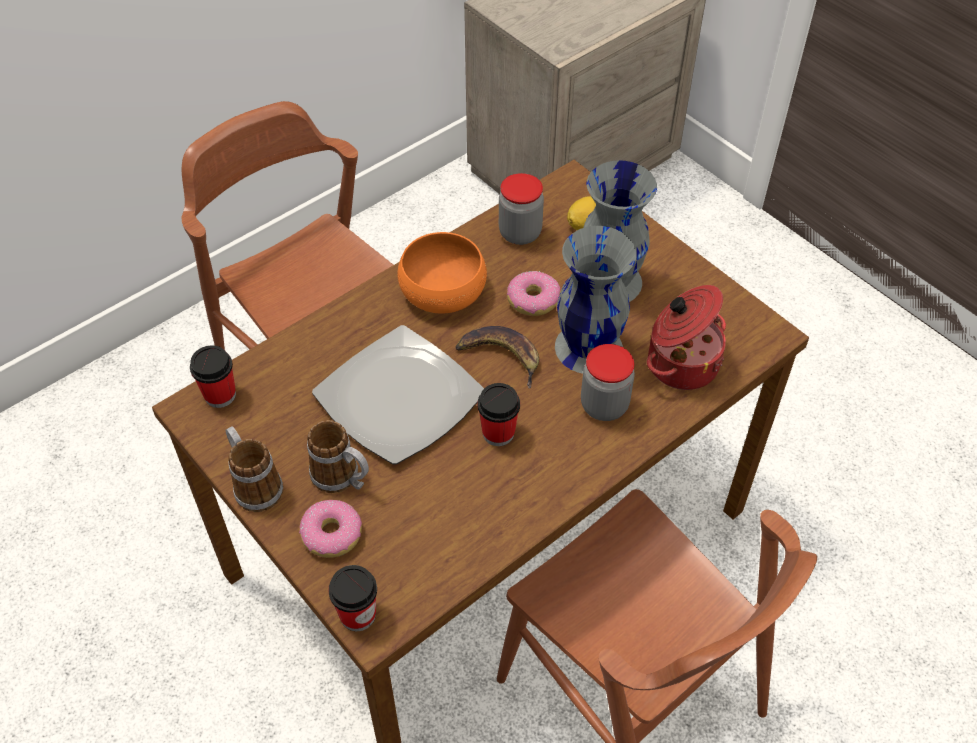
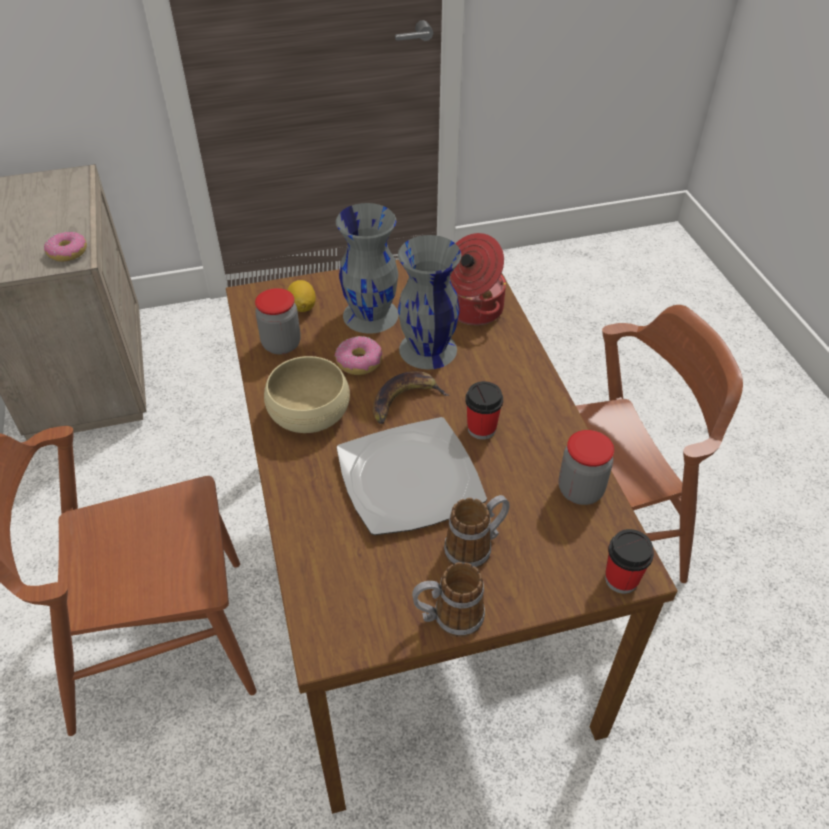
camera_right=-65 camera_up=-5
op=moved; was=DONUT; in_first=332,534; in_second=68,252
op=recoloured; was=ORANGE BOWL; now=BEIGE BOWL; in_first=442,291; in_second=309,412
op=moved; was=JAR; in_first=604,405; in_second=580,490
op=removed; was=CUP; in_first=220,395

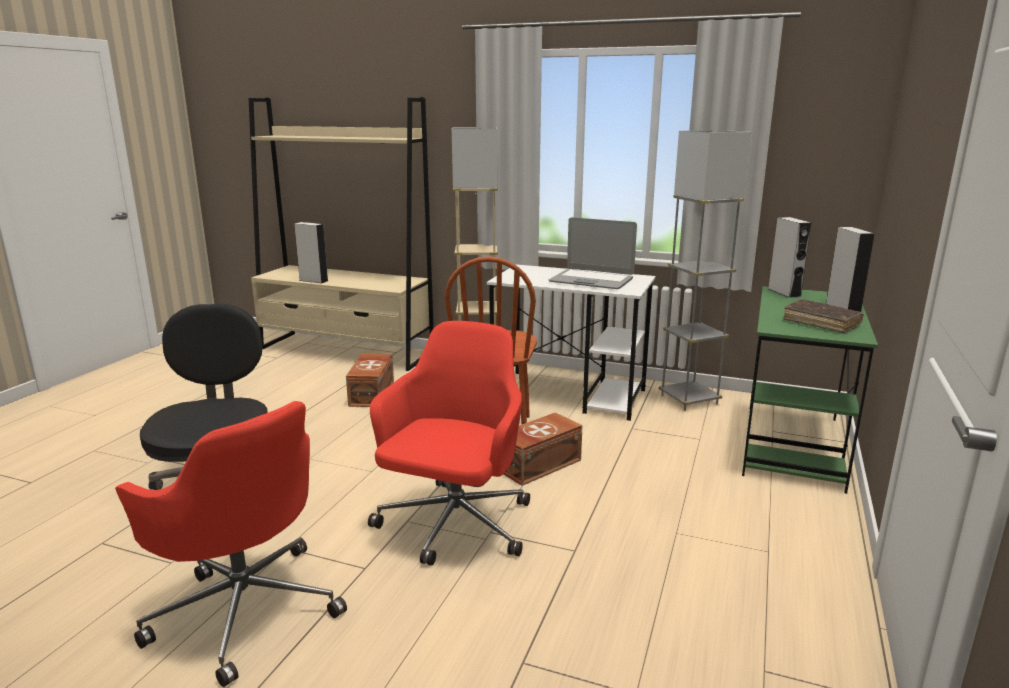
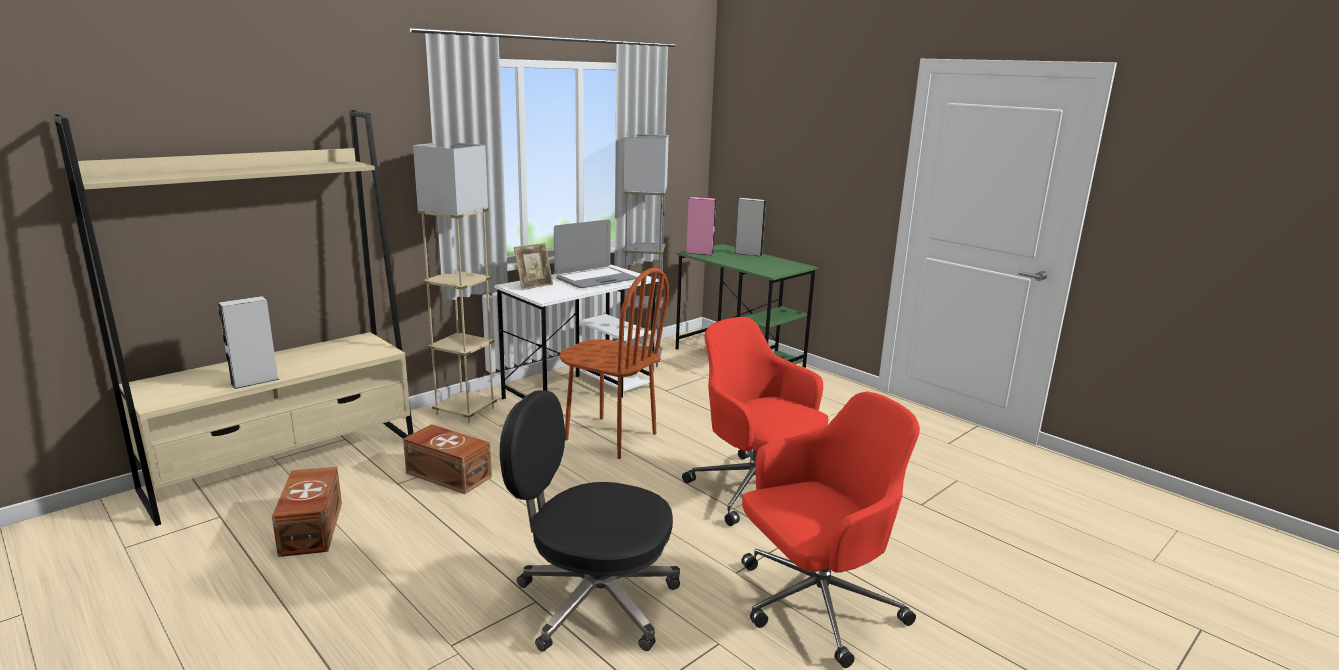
camera_right=-65 camera_up=0
op=moved; was=BROWN STORAGE BOX; in_first=537,465; in_second=310,529
op=added; now=PICTURE FRAME; in_second=534,286
op=recoloured; was=GREY SPEAKER; now=PINK SPEAKER; in_first=784,292; in_second=699,253
op=removed; was=BROWN BOOK; in_first=821,323

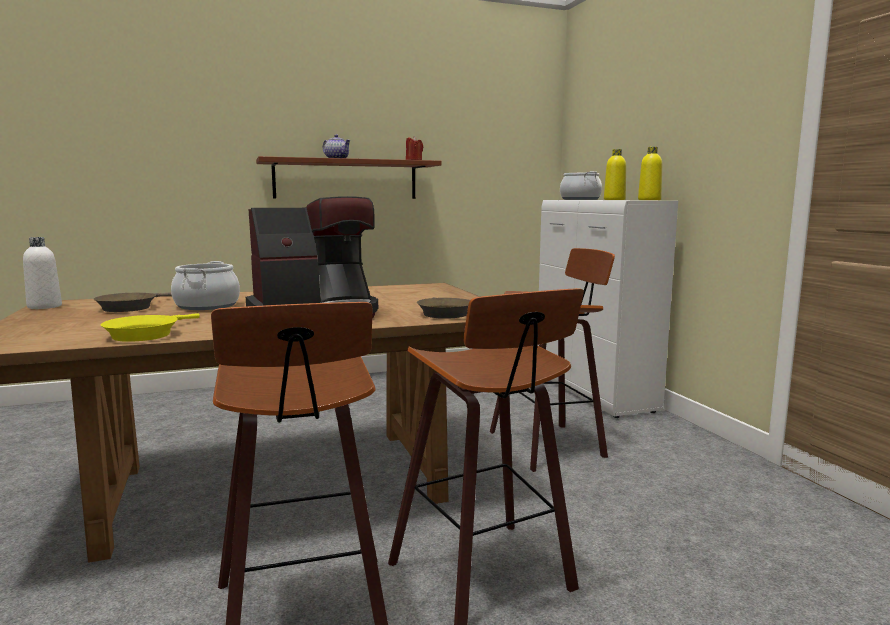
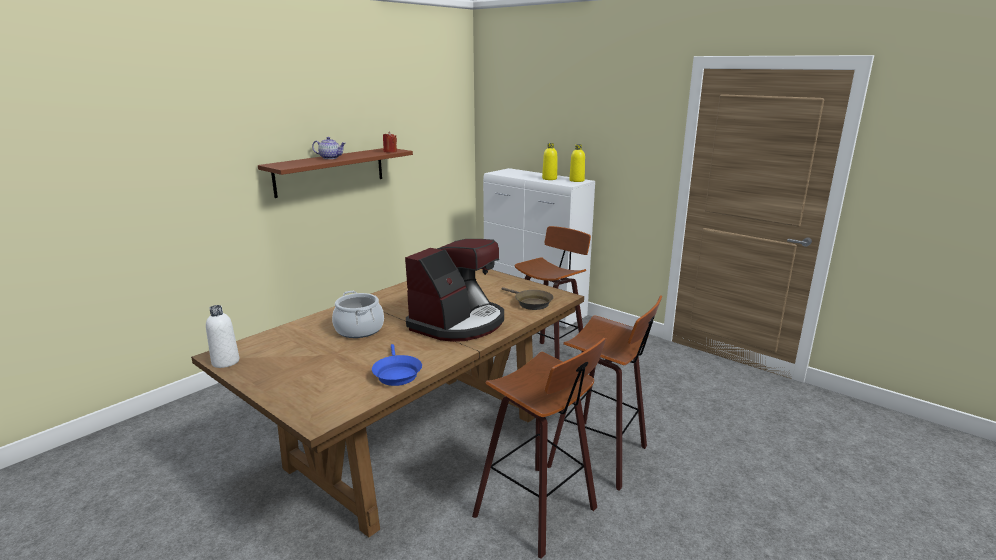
camera_right=-30 camera_up=10
op=recoloured; was=YELLOW FRYING PAN; now=BLUE FRYING PAN; in_first=146,334; in_second=396,373
op=removed; was=BROWN FRYING PAN; in_first=130,307
op=removed; was=COOKING POT; in_first=580,199

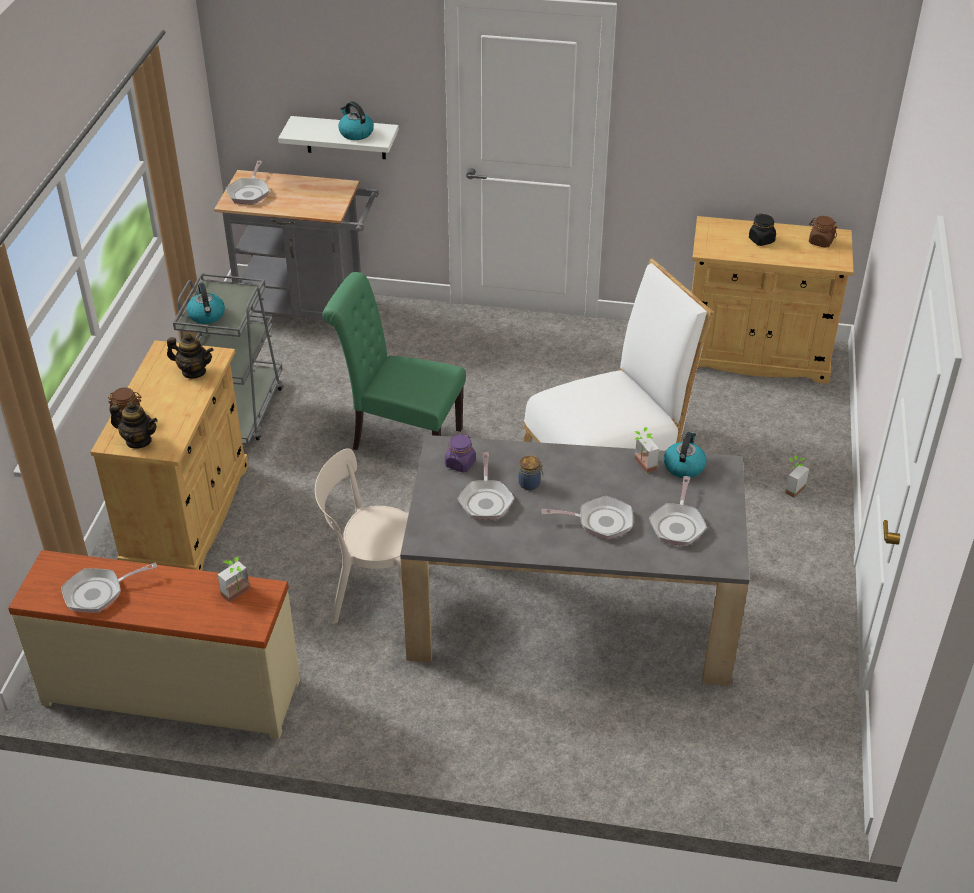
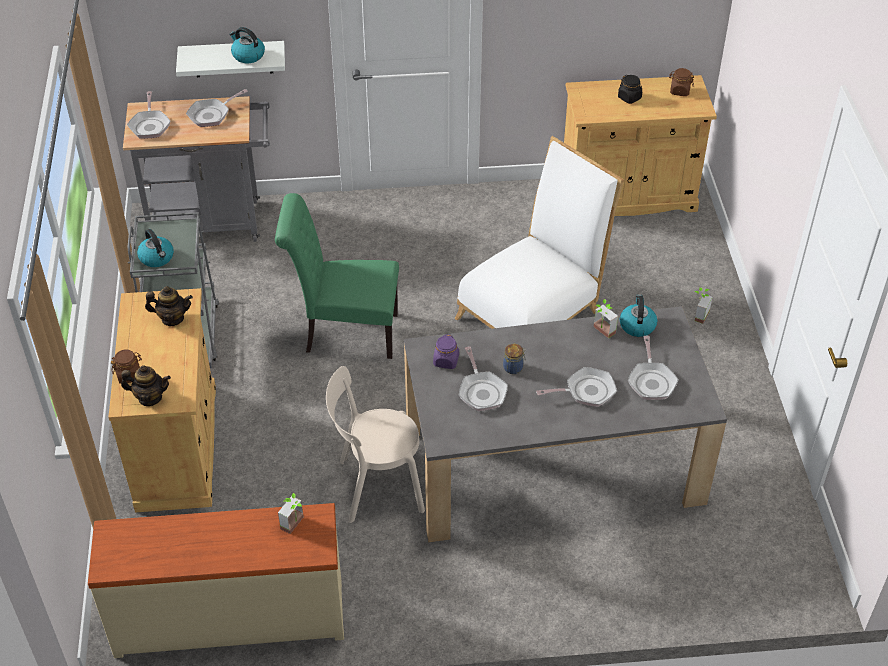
camera_right=-15 camera_up=5
op=moved; was=FRYING PAN; in_first=98,593; in_second=211,114

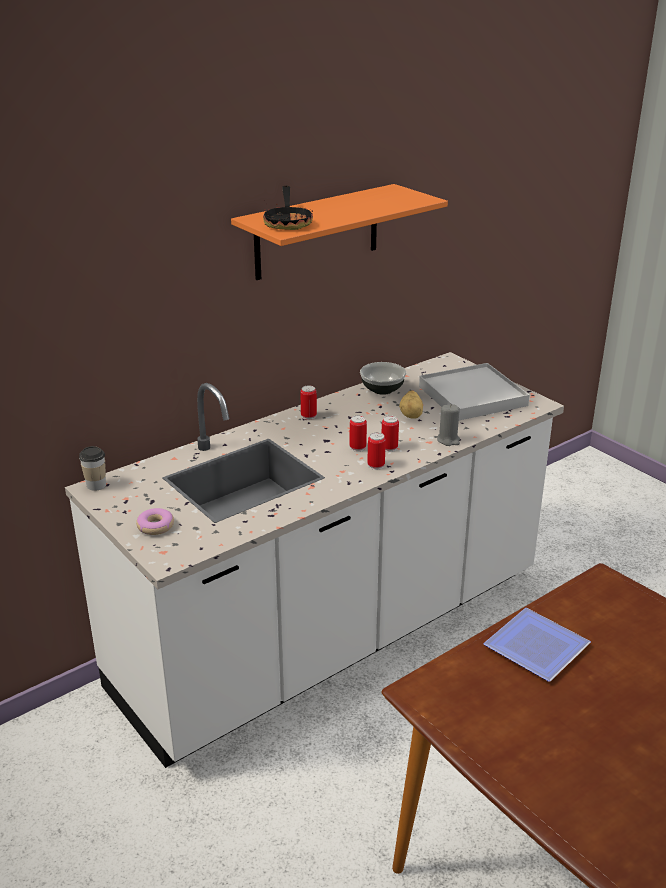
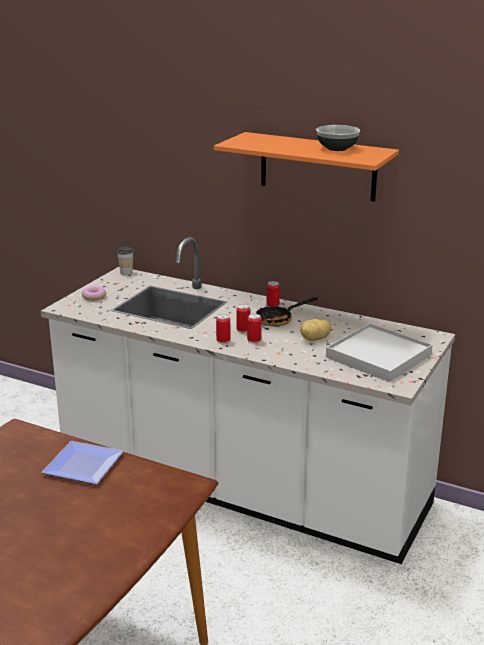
camera_right=65 camera_up=-5
op=moved; was=FRYING PAN; in_first=288,222; in_second=279,319
op=moved; was=BOWL; in_first=381,389; in_second=336,148
op=removed; was=GREY CANDLE; in_first=448,440

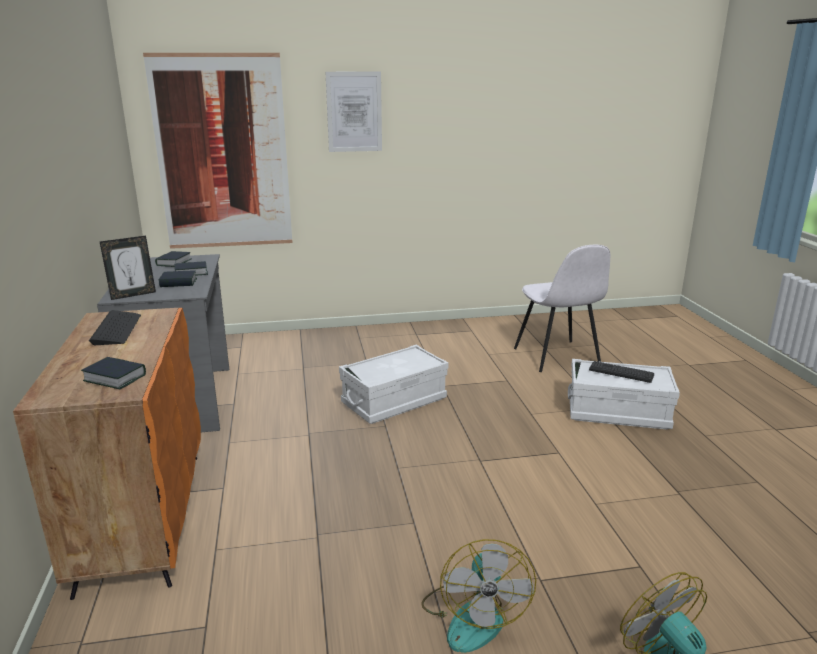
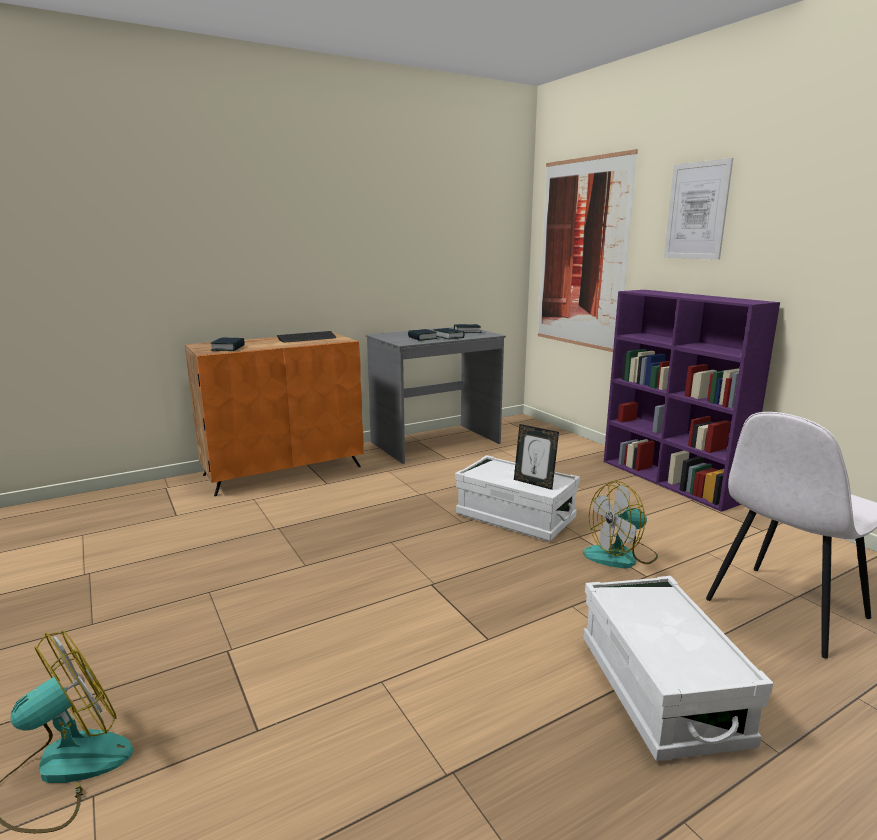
camera_right=70 camera_up=-5
op=moved; was=PICTURE FRAME; in_first=133,295; in_second=534,483
op=moved; was=FAN; in_first=473,615; in_second=621,556
op=added; now=PURPLE BOOKCASE; in_second=670,481
op=removed; was=KEYBOARD; in_first=621,372

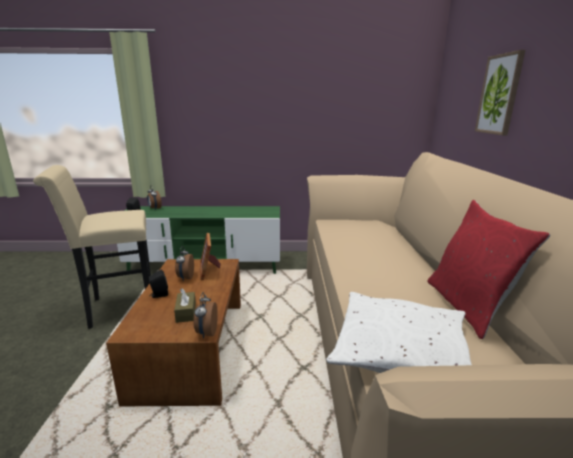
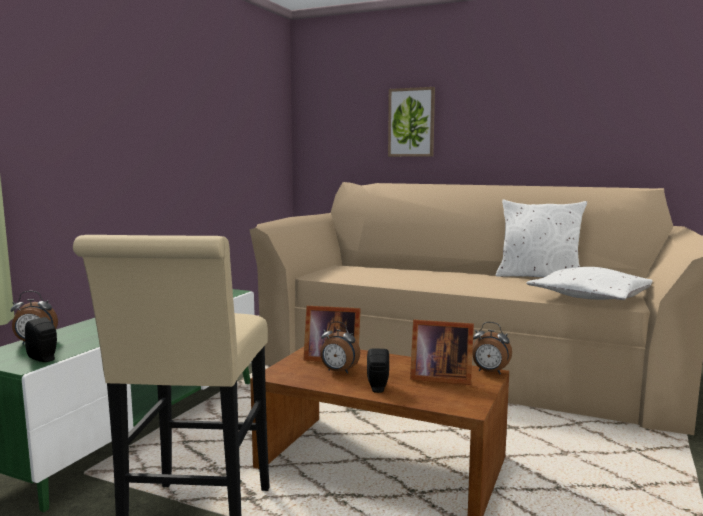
camera_right=-65 camera_up=-10
op=replaced; was=BROWN TISSUE BOX; now=PICTURE FRAME; in_first=186,312; in_second=438,377
op=recoloured; was=RED PILLOW; now=WHITE PILLOW; in_first=467,306; in_second=538,277

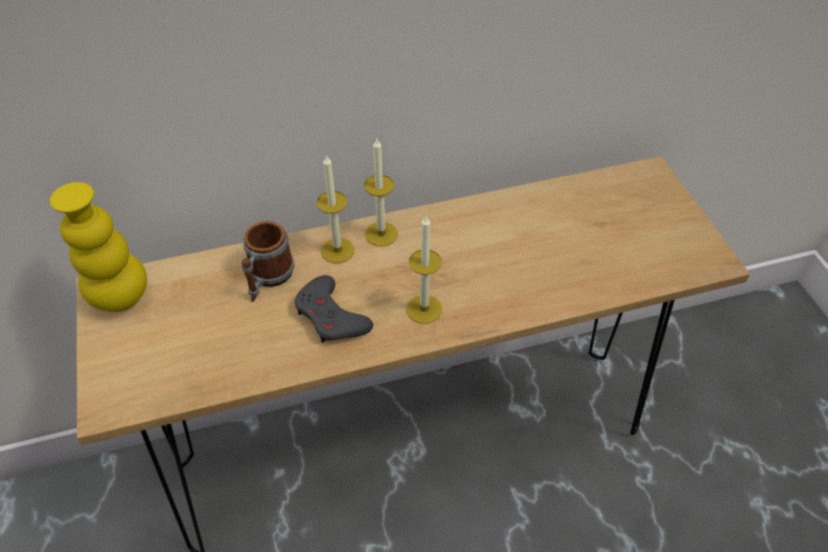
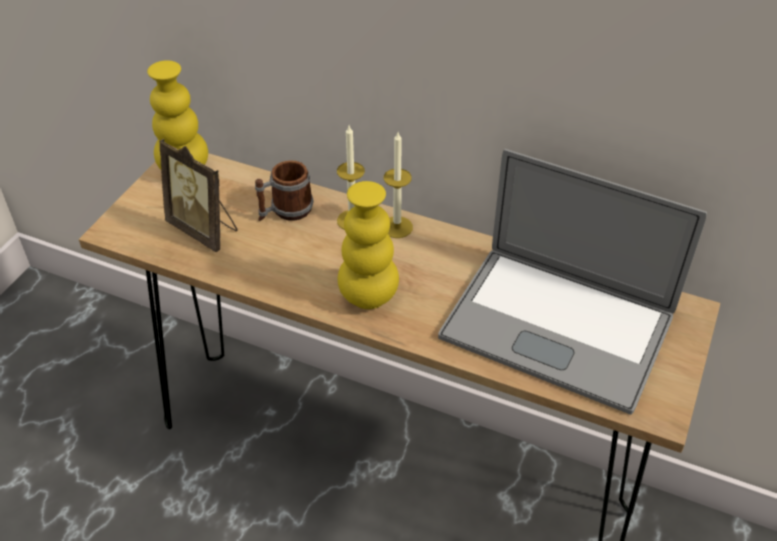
camera_right=40 camera_up=-5
op=added; now=PICTURE FRAME; in_second=204,230
op=replaced; was=CANDLE; now=YELLOW VASE; in_first=424,309; in_second=368,297
op=added; now=LAPTOP; in_second=557,326
op=removed; was=GREY GAME CONTROLLER; in_first=331,316

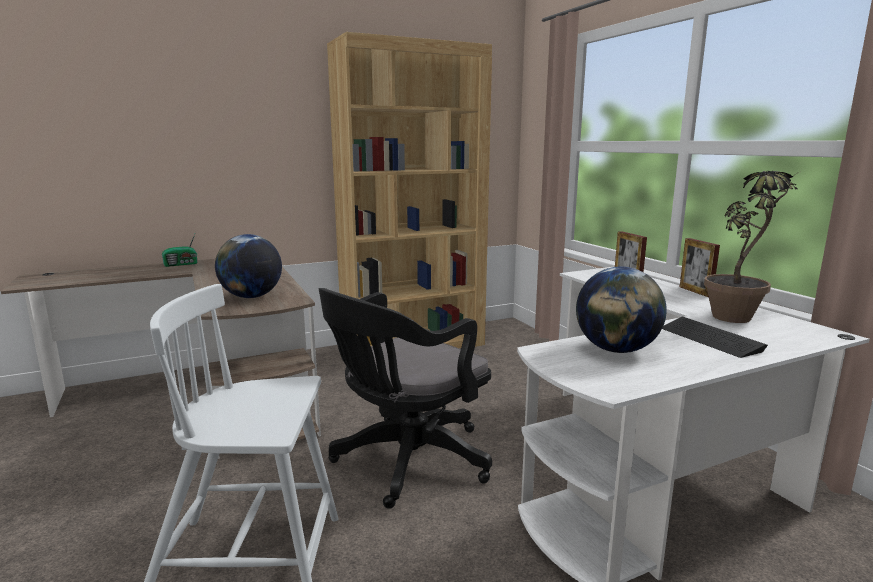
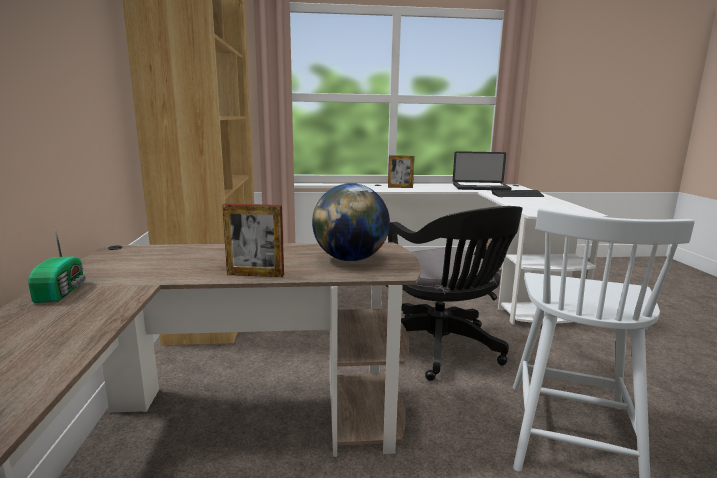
camera_right=-70 camera_up=0
op=moved; was=PICTURE FRAME; in_first=695,291; in_second=255,274
op=replaced; was=POTTED PLANT; now=LAPTOP; in_first=739,315; in_second=480,187
op=removed; was=GLOBE; in_first=616,350

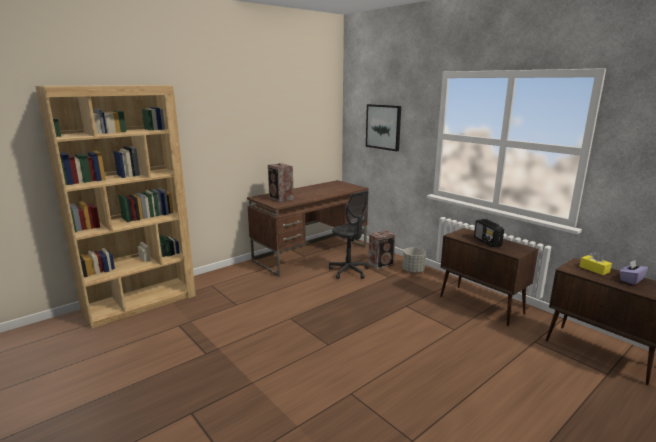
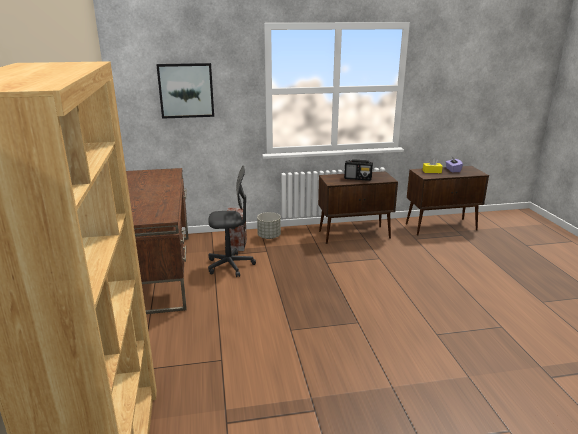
camera_right=-60 camera_up=5
op=removed; was=SPEAKER; in_first=281,198

